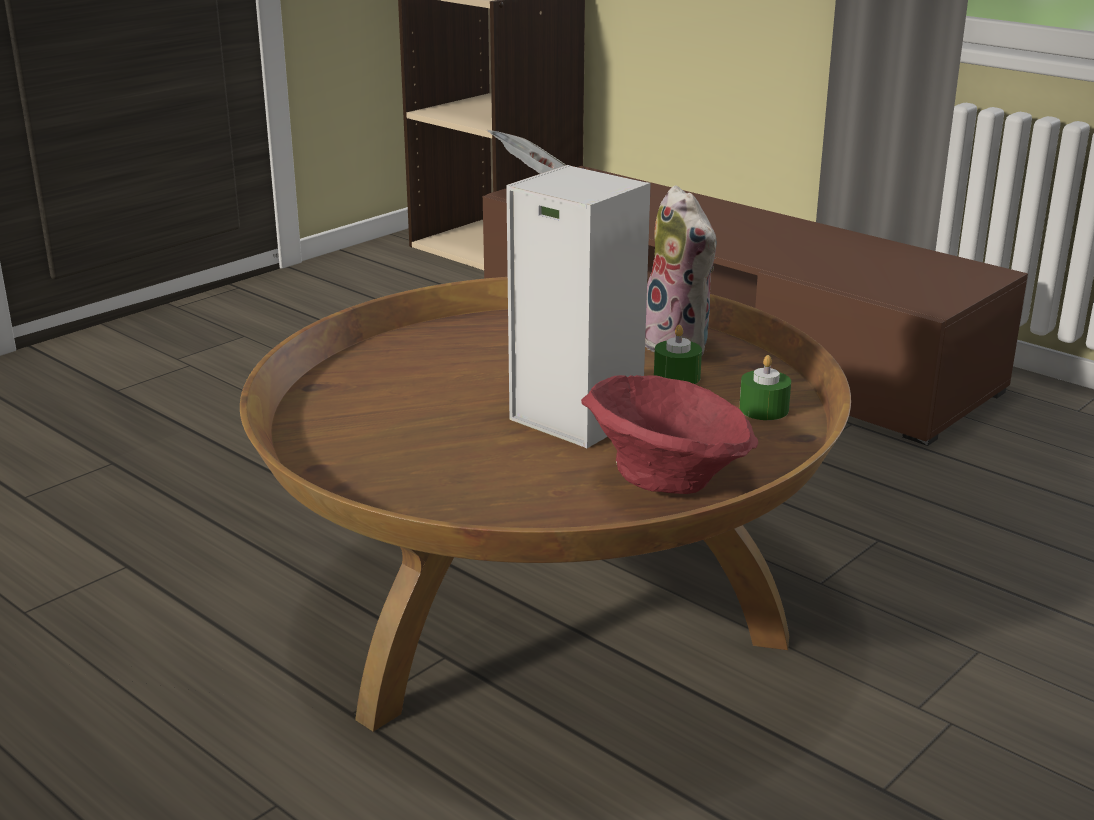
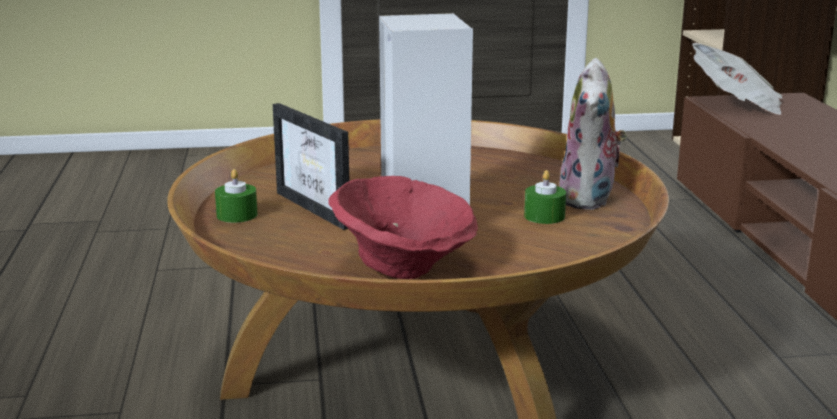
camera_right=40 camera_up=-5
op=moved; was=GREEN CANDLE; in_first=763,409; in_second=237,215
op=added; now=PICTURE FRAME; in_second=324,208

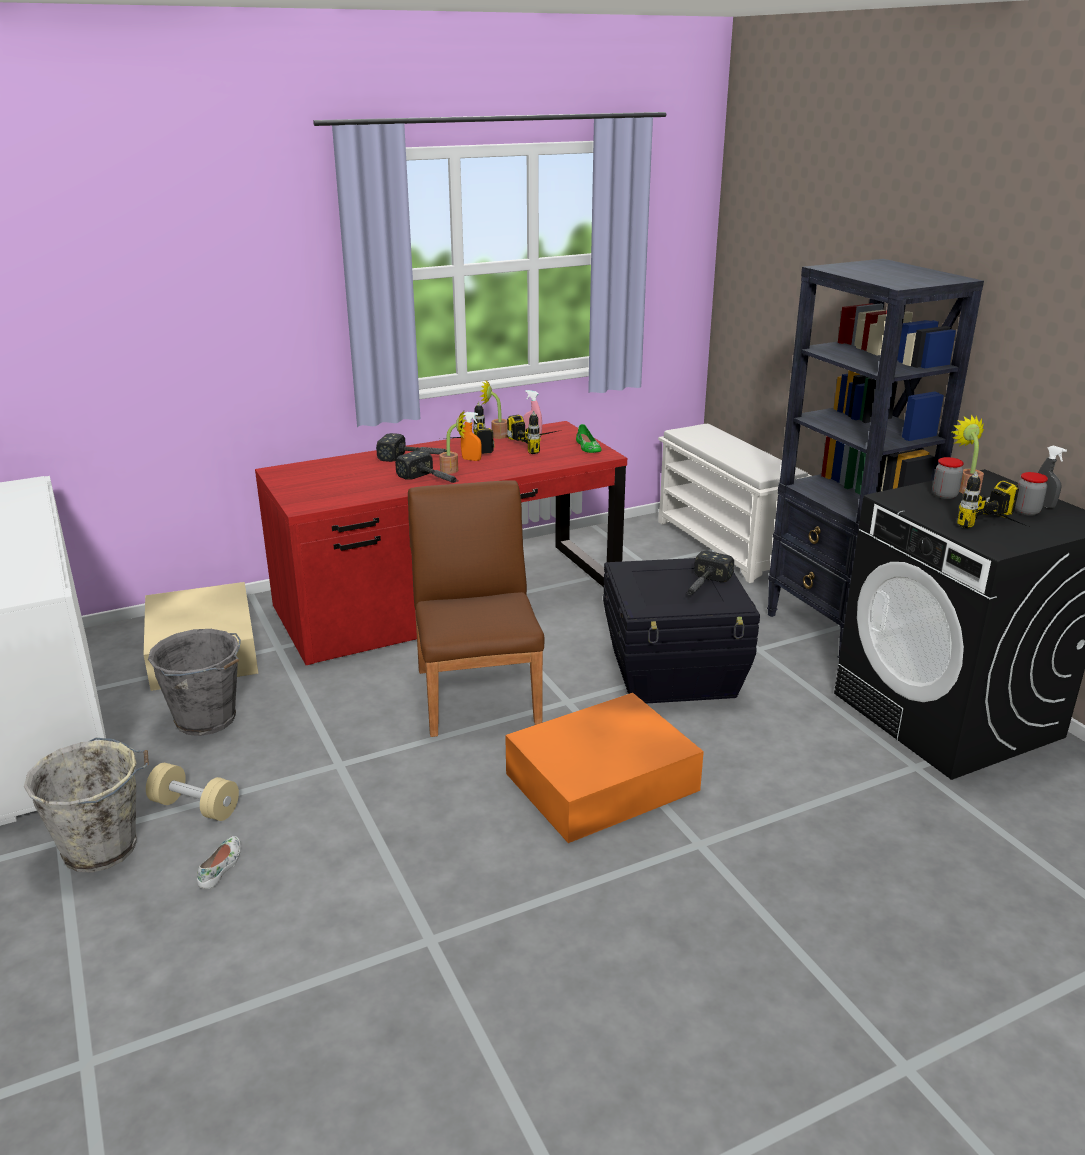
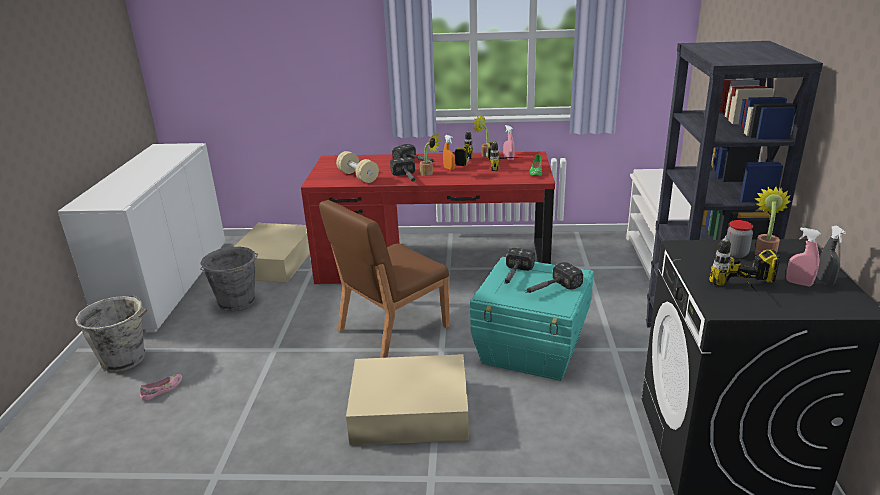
camera_right=30 camera_up=0
op=recoloured; was=WHITE SHOE; now=PINK SHOE; in_first=221,867; in_second=163,390
op=turned; was=BROWN CHAIR; in_first=478,694; in_second=391,329; clockwise=-150
op=moved; was=BEIGE DUMBBELL; in_first=195,807; in_second=358,176
op=recoloured; was=ORANGE STORAGE BOX; now=BEIGE STORAGE BOX; in_first=604,781; in_second=412,411
op=recoloured; was=BLACK STORAGE BOX; now=TURQUOISE STORAGE BOX; in_first=674,673; in_second=532,350
op=added; now=HAMMER; in_second=514,276
op=replaced; was=JAR; now=PINK SPRAY BOTTLE; in_first=1026,511; in_second=798,283

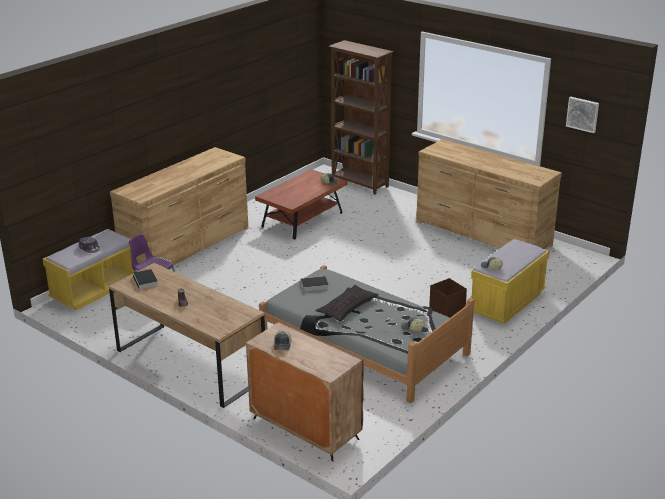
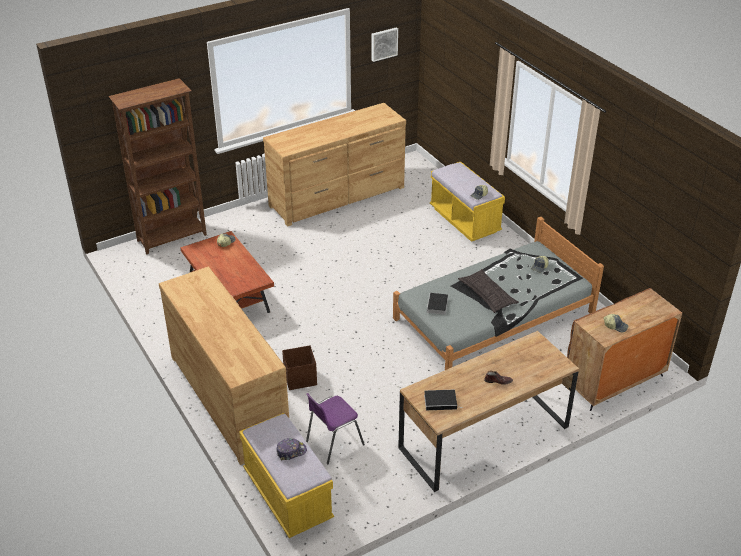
camera_right=-70 camera_up=10
op=moved; was=BROWN STORAGE BOX; in_first=447,310; in_second=299,378

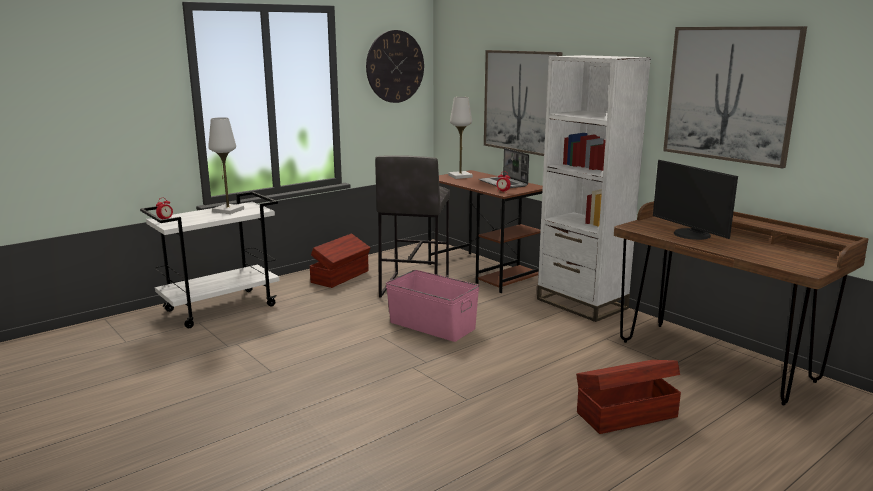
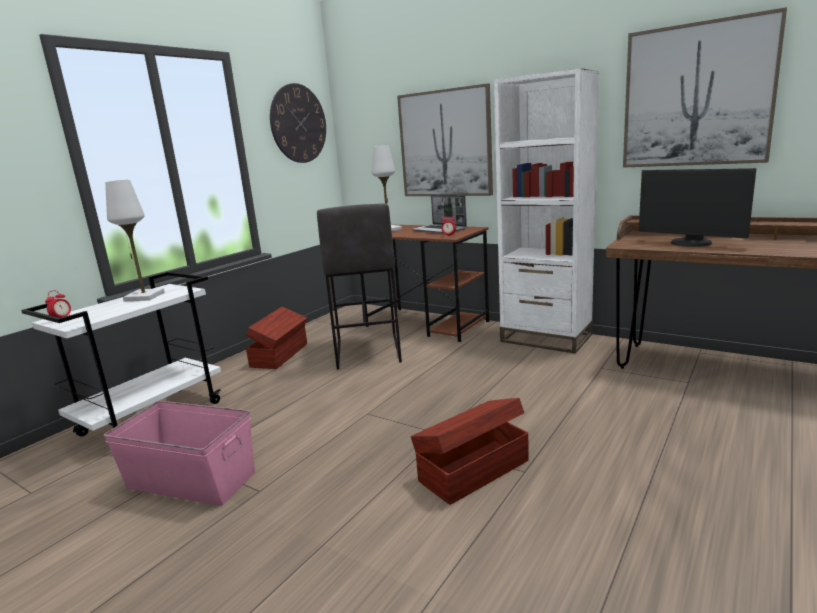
camera_right=-15 camera_up=0
op=moved; was=PINK STORAGE BOX; in_first=432,325; in_second=191,479
op=moved; was=BROWN STORAGE BOX; in_first=625,414; in_second=472,470

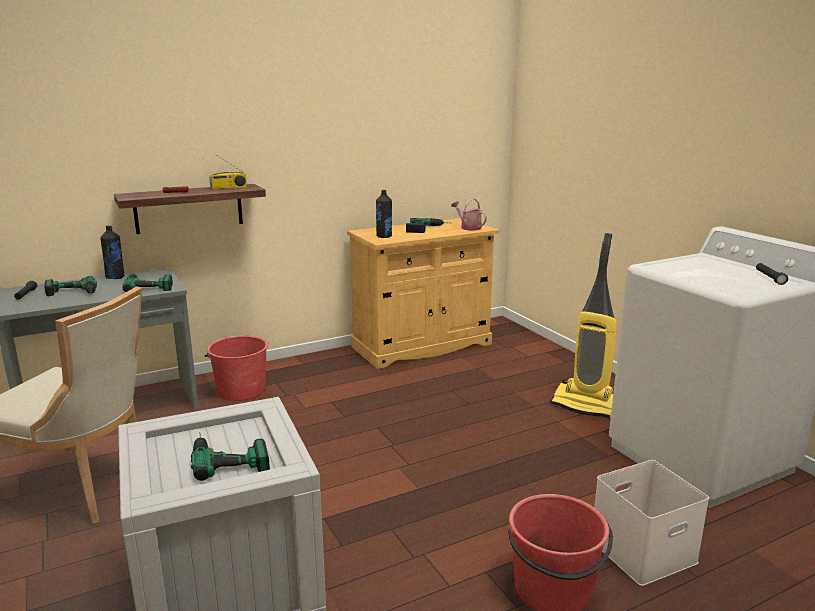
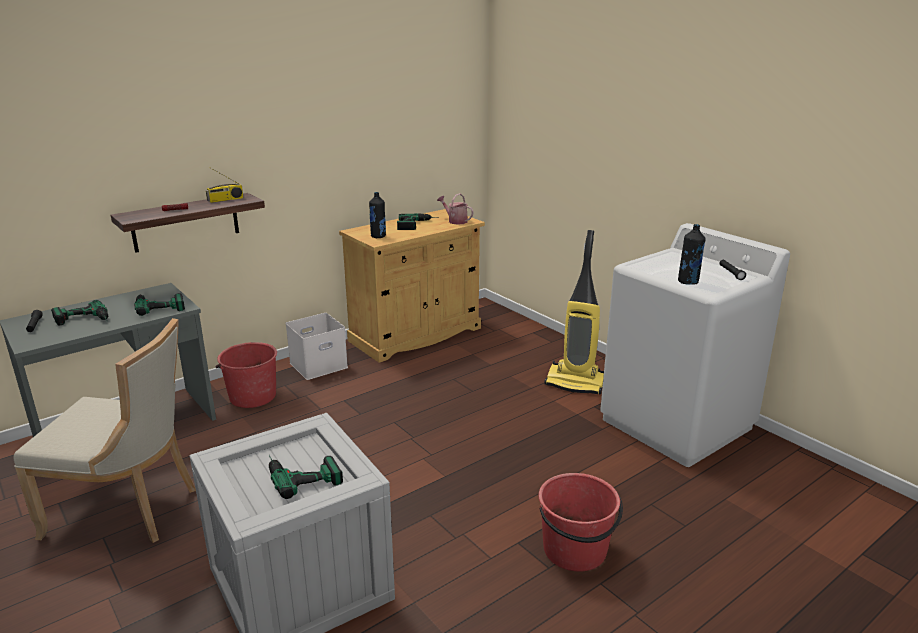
camera_right=-10 camera_up=5
op=moved; was=WHITE STORAGE BOX; in_first=642,549; in_second=319,364
op=moved; was=BLACK BOTTLE; in_first=115,277; in_second=688,282

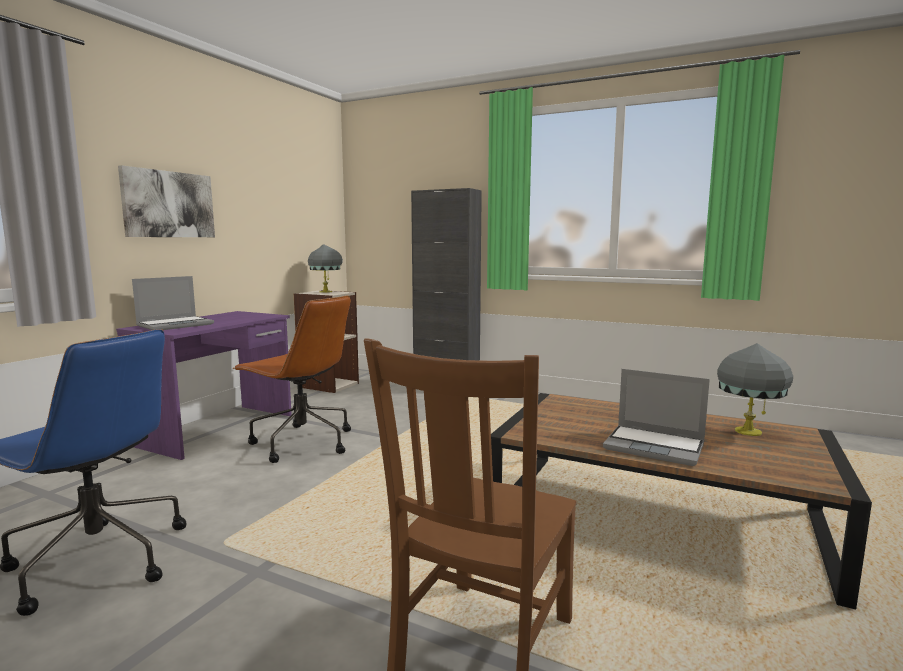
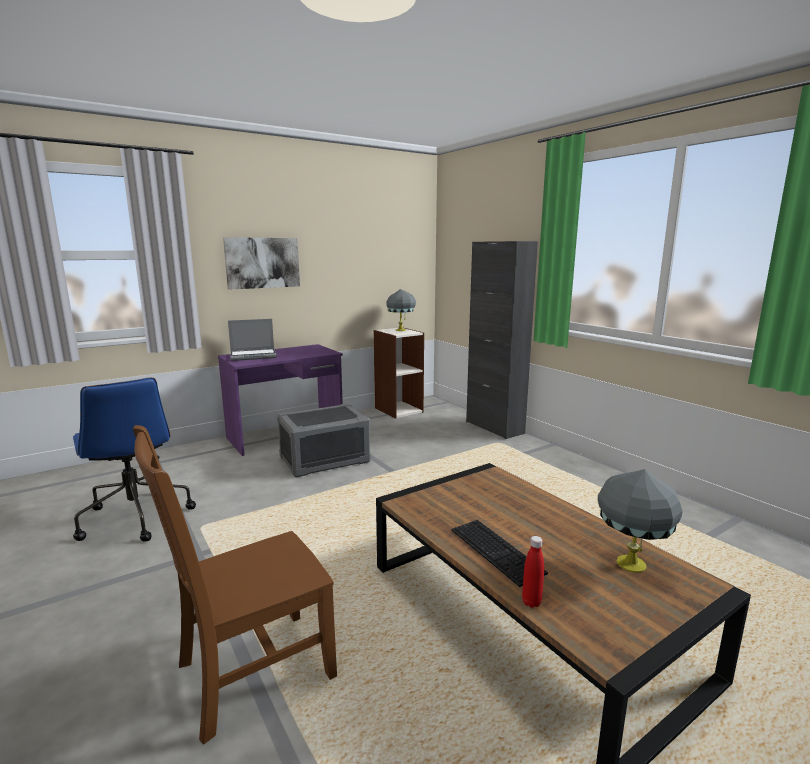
camera_right=30 camera_up=5
op=replaced; was=BROWN OFFICE CHAIR; now=GREY STORAGE BOX; in_first=301,443; in_second=324,460
op=replaced; was=LAPTOP; now=KEYBOARD; in_first=655,446; in_second=498,551
op=added; now=RED BOTTLE; in_second=531,602

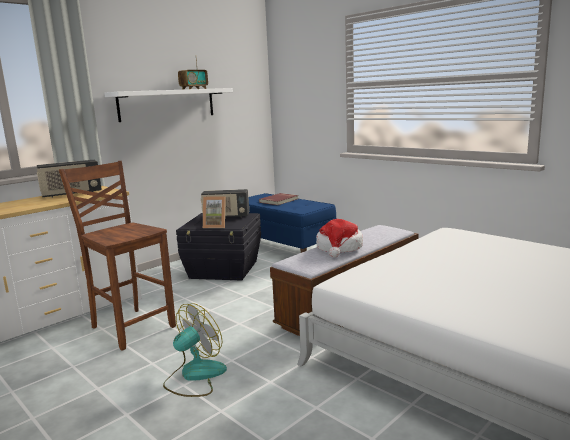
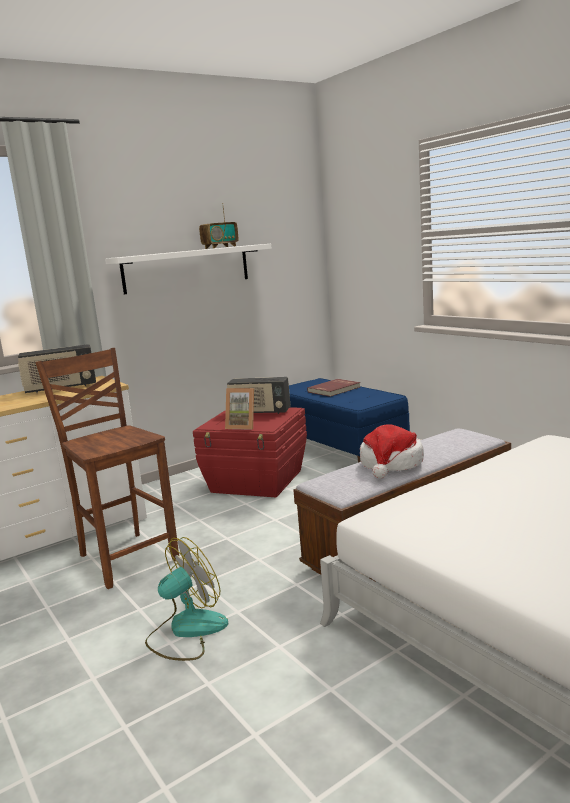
camera_right=10 camera_up=0
op=recoloured; was=BLACK STORAGE BOX; now=RED STORAGE BOX; in_first=224,270; in_second=257,481

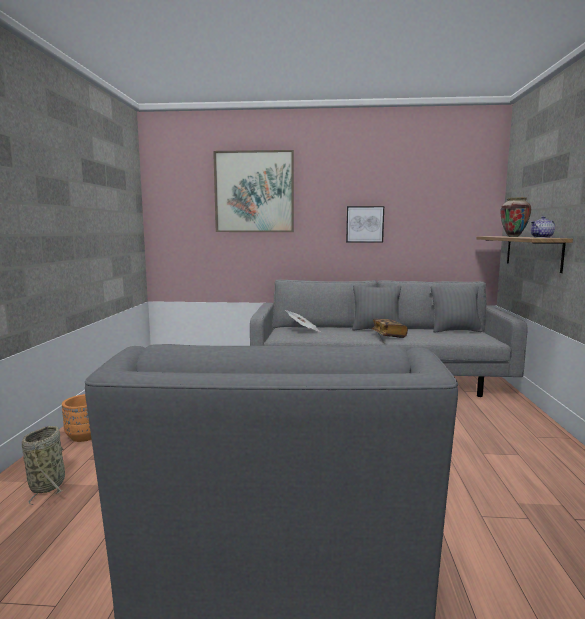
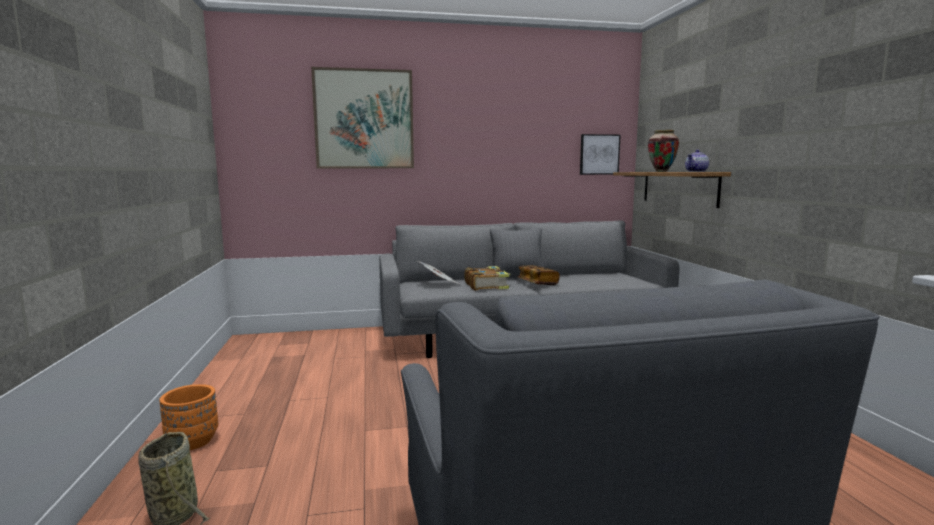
camera_right=-15 camera_up=0
op=added; now=BOOK; in_second=486,285
op=moved; was=PICTURE; in_first=364,224; in_second=599,154
op=removed; was=GREY PILLOW; in_first=455,330

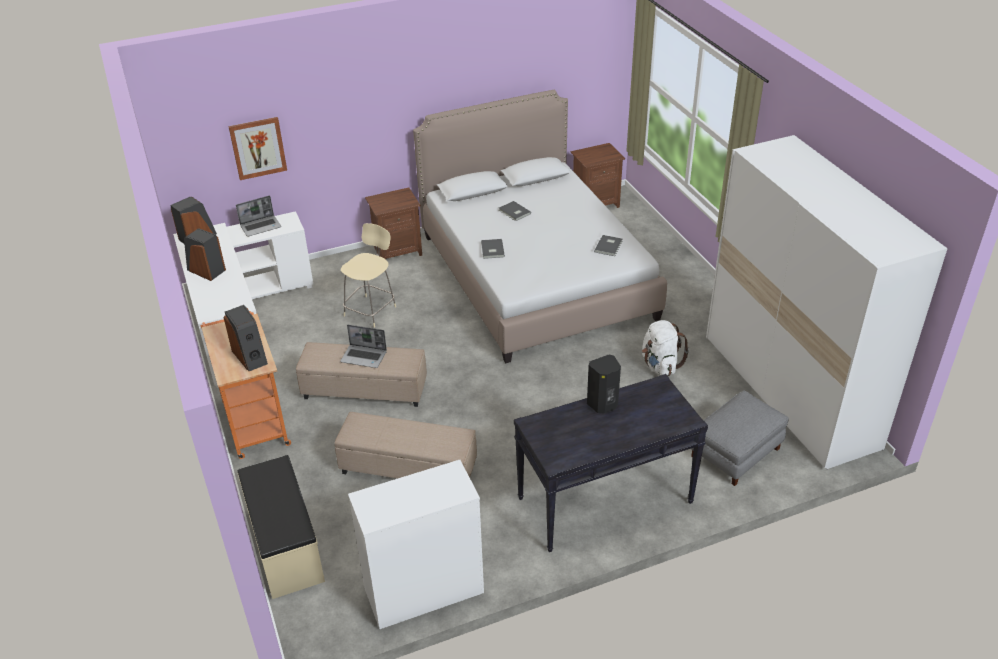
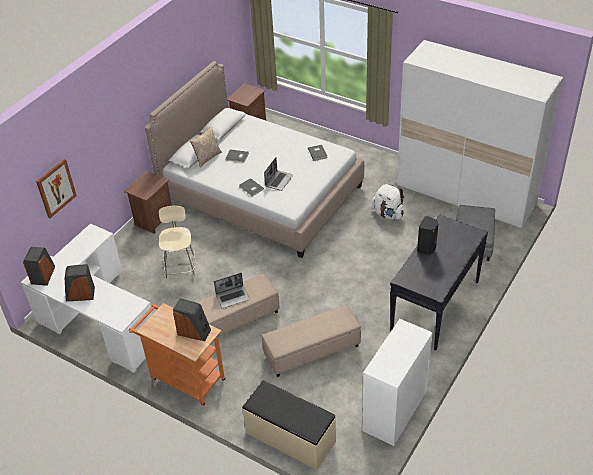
camera_right=-35 camera_up=5
op=added; now=PILLOW; in_second=207,157
op=moved; was=LAPTOP; in_first=261,226; in_second=279,180

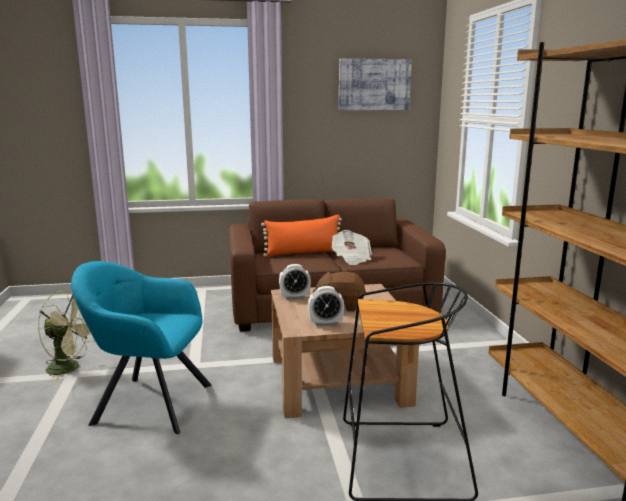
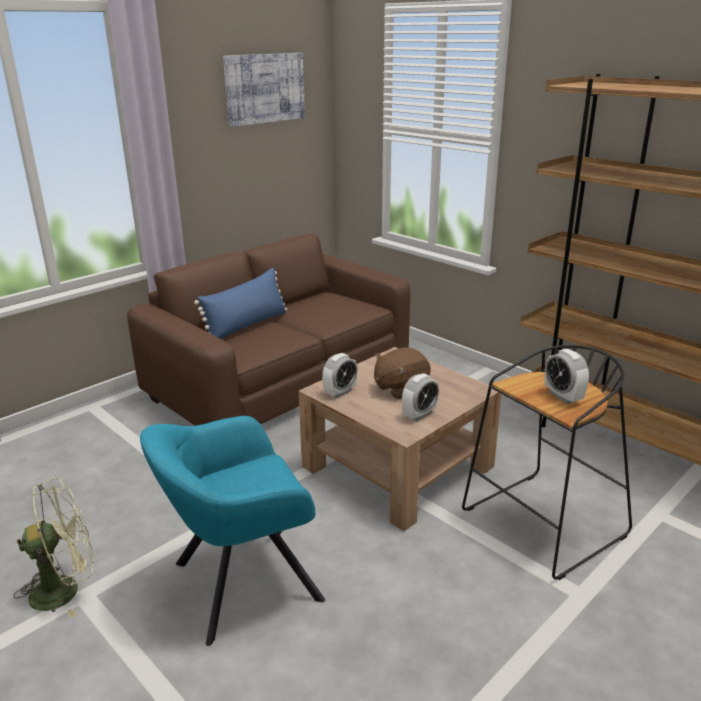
camera_right=-35 camera_up=10
op=recoloured; was=ORANGE PILLOW; now=BLUE PILLOW; in_first=303,253; in_second=247,326
op=added; now=ALARM CLOCK; in_second=563,396
op=removed; was=NEWSPAPER; in_first=351,259

